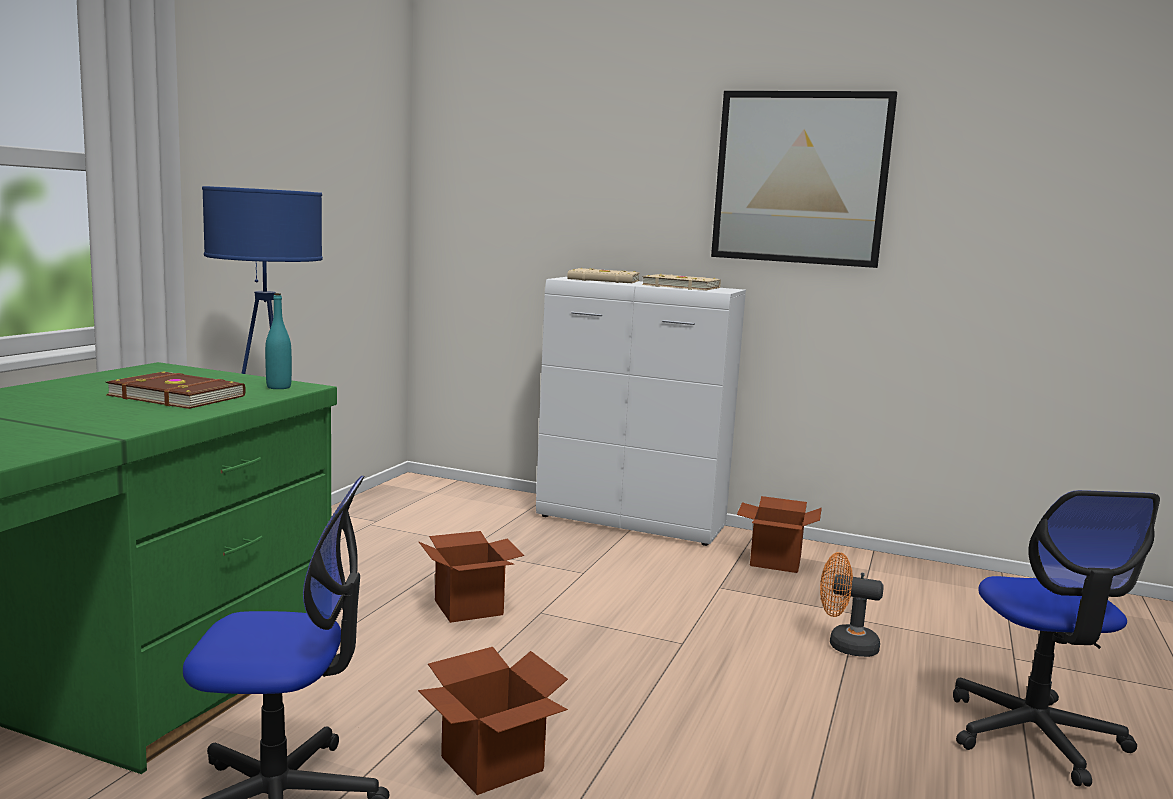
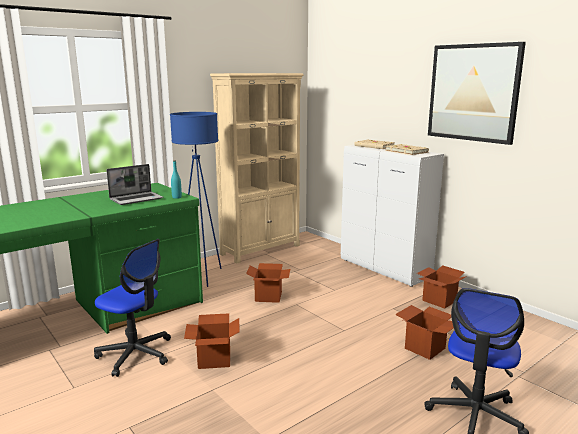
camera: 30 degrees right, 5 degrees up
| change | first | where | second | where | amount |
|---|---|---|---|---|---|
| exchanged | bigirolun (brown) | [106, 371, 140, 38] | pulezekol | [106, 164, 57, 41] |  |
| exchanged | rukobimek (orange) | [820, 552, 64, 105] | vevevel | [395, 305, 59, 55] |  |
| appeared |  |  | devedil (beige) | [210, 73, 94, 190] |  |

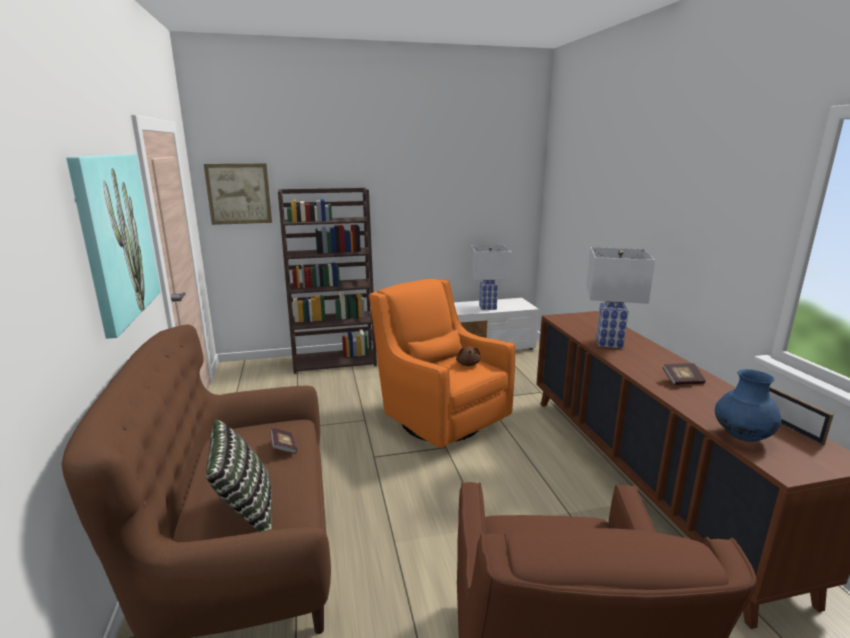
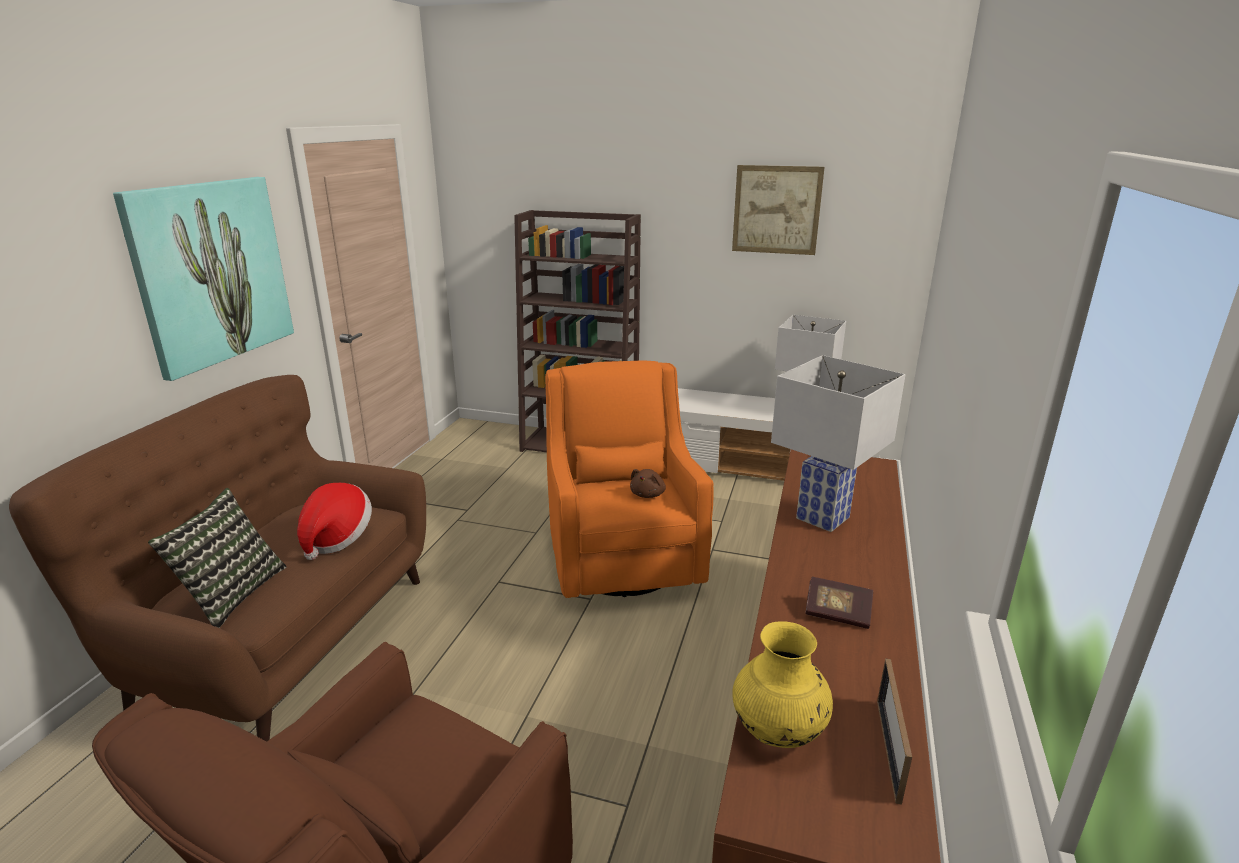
camera: 30 degrees right, 5 degrees up
| change | first | where | second | where | amount |
|---|---|---|---|---|---|
| relocated | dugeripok | [204, 163, 68, 62] |  | [732, 165, 93, 90] |  |
| exchanged | bigirolun | [270, 427, 27, 27] | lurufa | [297, 483, 75, 77] |  |
| colour | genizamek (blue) | [715, 369, 67, 73] | genizamek (yellow) | [732, 621, 101, 127] |  |

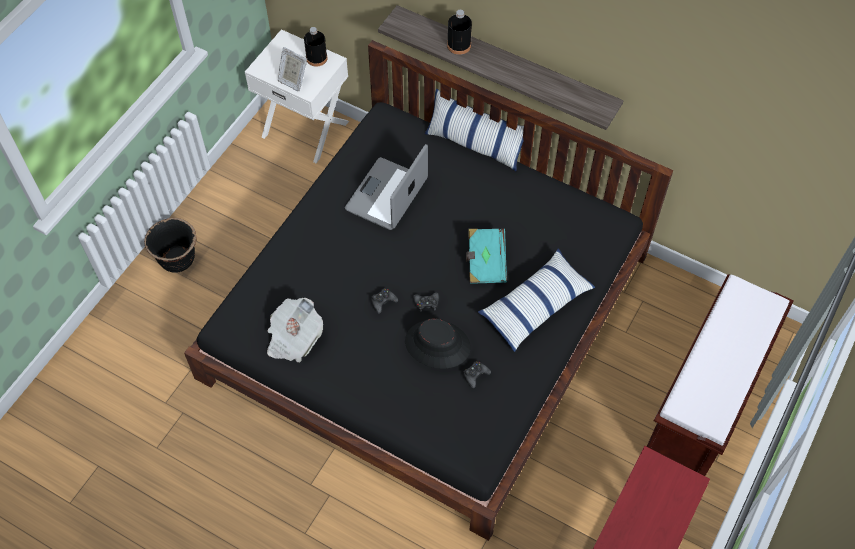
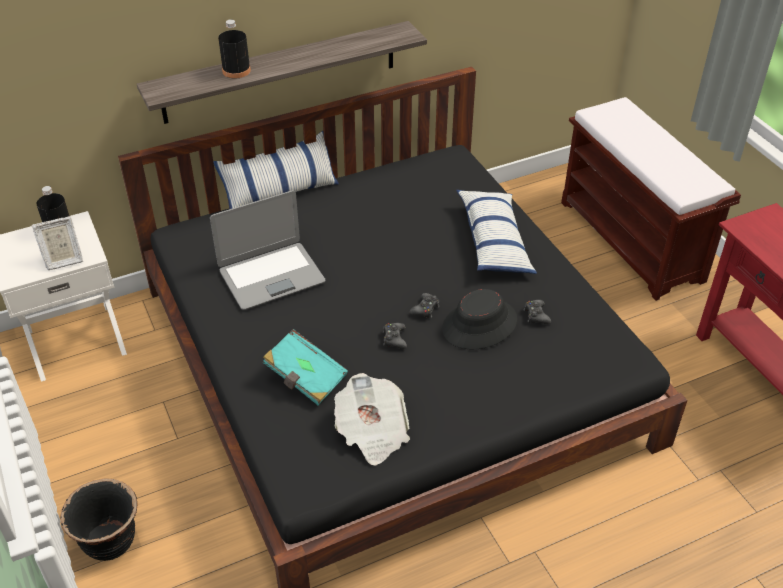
camera: 55 degrees left, 15 degrees down
| change | first | where | second | where | amount |
|---|---|---|---|---|---|
| spun | pulezekol | [345, 144, 83, 86] |  | [210, 190, 116, 120] | 90 degrees counterclockwise |
| relocated | bigirolun (turquoise) | [466, 229, 41, 55] |  | [263, 329, 85, 76] |  |

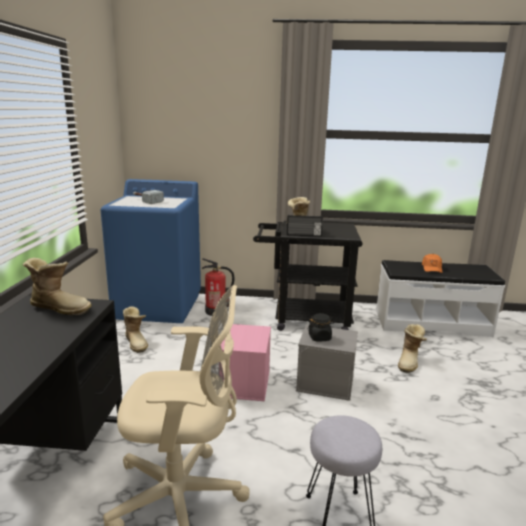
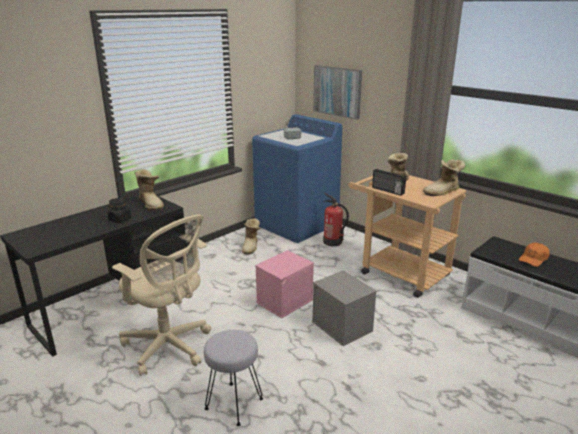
camera: 40 degrees right, 5 degrees up
| change | first | where | second | where | amount |
|---|---|---|---|---|---|
| colour | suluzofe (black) | [253, 221, 109, 110] | suluzofe (beige) | [348, 175, 118, 123] |  |
| relocated | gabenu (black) | [308, 313, 26, 28] |  | [108, 198, 23, 25] |  |
| relocated | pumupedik | [398, 324, 29, 49] |  | [423, 159, 42, 37] |  |
| appeared |  |  | dugeripok | [313, 65, 49, 55] |  |

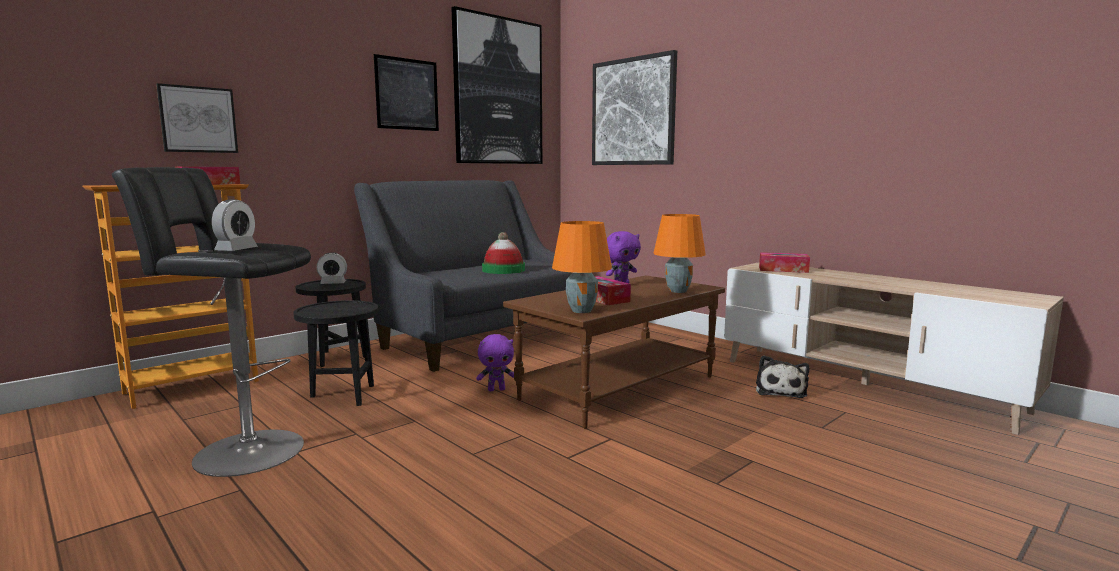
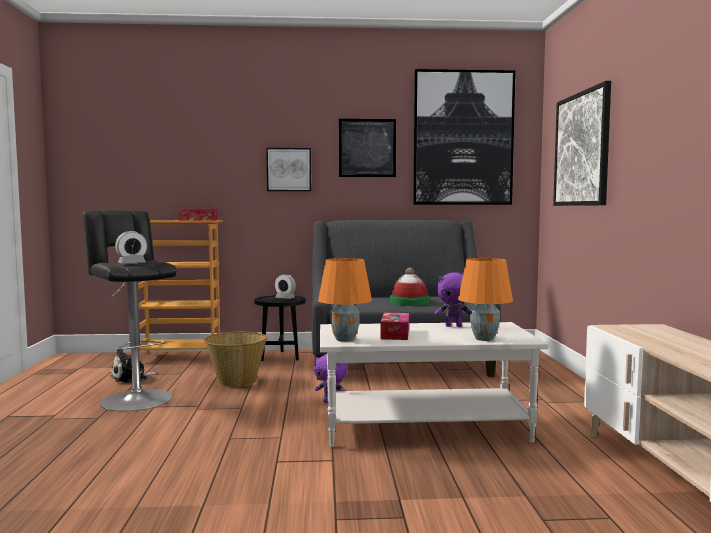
camera: 40 degrees right, 5 degrees down
| change | first | where | second | where | amount |
|---|---|---|---|---|---|
| relocated | dugeripok | [156, 83, 82, 70] |  | [266, 148, 45, 43] |  |
| exchanged | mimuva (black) | [293, 300, 86, 106] | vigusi | [203, 332, 64, 55] |  |
| colour | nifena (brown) | [503, 275, 222, 154] | nifena (white) | [320, 322, 228, 125] |  |
| relocated | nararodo | [756, 355, 53, 43] |  | [111, 350, 46, 33] |  |
| missing | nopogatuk | [759, 252, 51, 21] |  |  |  |

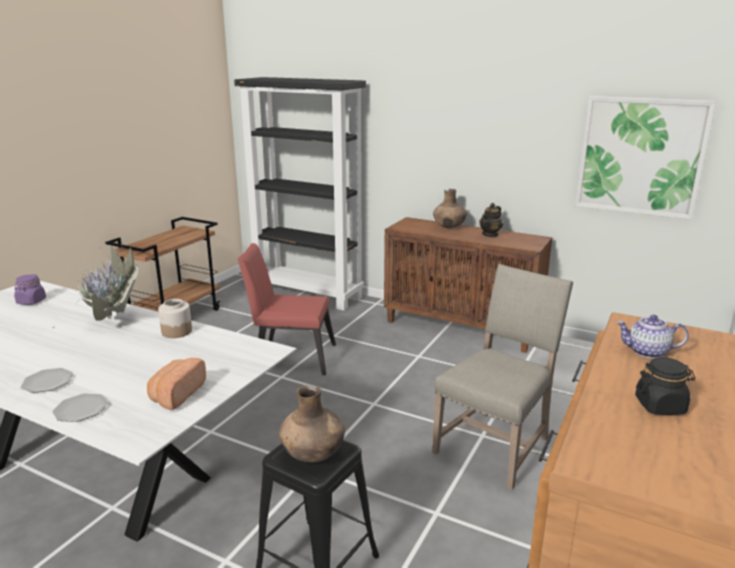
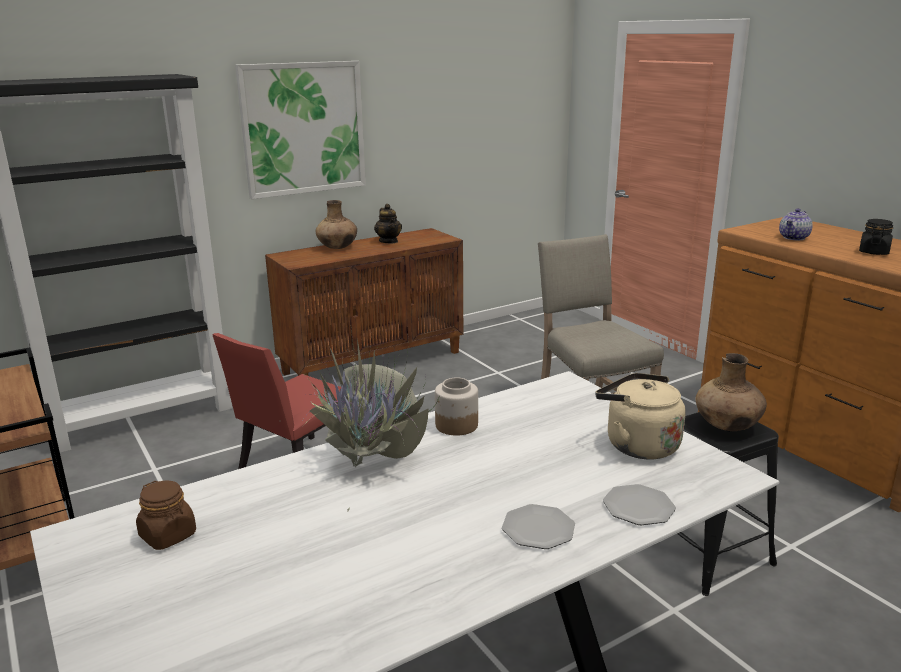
camera: 60 degrees left, 0 degrees up
| change | first | where | second | where | amount |
|---|---|---|---|---|---|
| colour | gabenu (purple) | [14, 274, 32, 31] | gabenu (brown) | [136, 481, 60, 69] |  |
| exchanged | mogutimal | [147, 358, 59, 52] | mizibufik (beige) | [595, 373, 91, 86] |  |
| relocated | dugeripok | [575, 96, 141, 124] |  | [235, 61, 131, 138] |  |

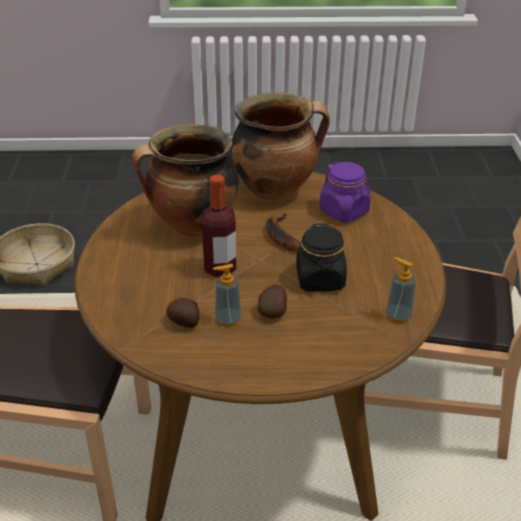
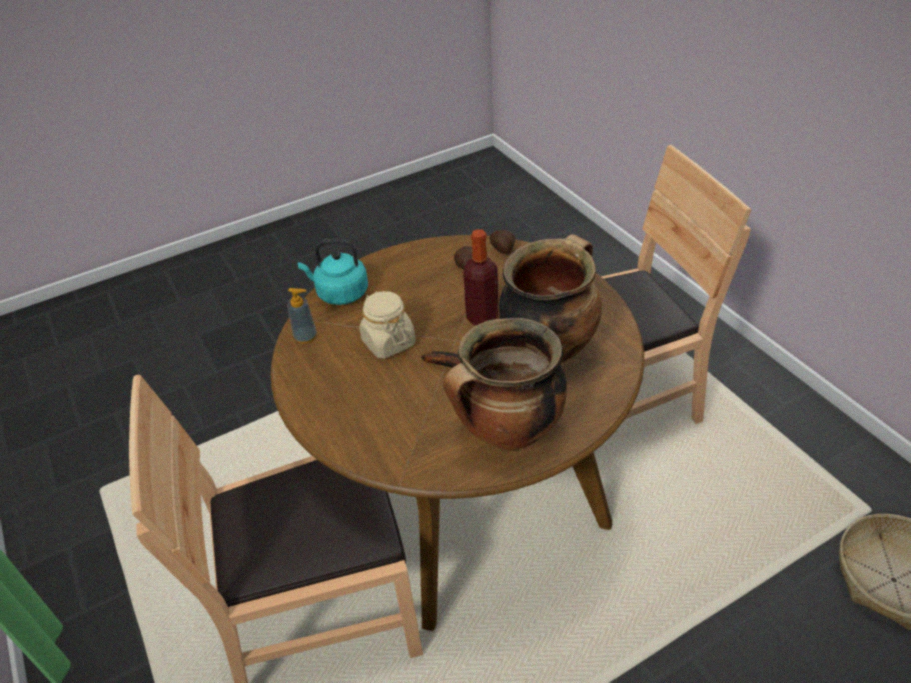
camera: 155 degrees right, 5 degrees up
| change | first | where | second | where | amount |
|---|---|---|---|---|---|
| missing | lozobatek | [213, 264, 28, 63] |  |  |  |
| relocated | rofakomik | [258, 285, 29, 33] |  | [490, 230, 25, 24] |  |
| colour | gabenu (black) | [296, 224, 51, 68] | gabenu (beige) | [359, 291, 57, 68] |  |
| missing | gabenu (purple) | [319, 161, 52, 62] |  |  |  |
| appeared |  |  | mizibufik (turquoise) | [298, 239, 70, 66] |  |

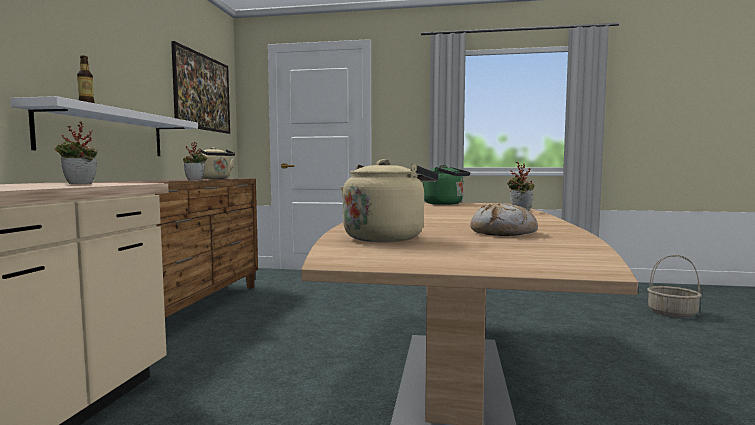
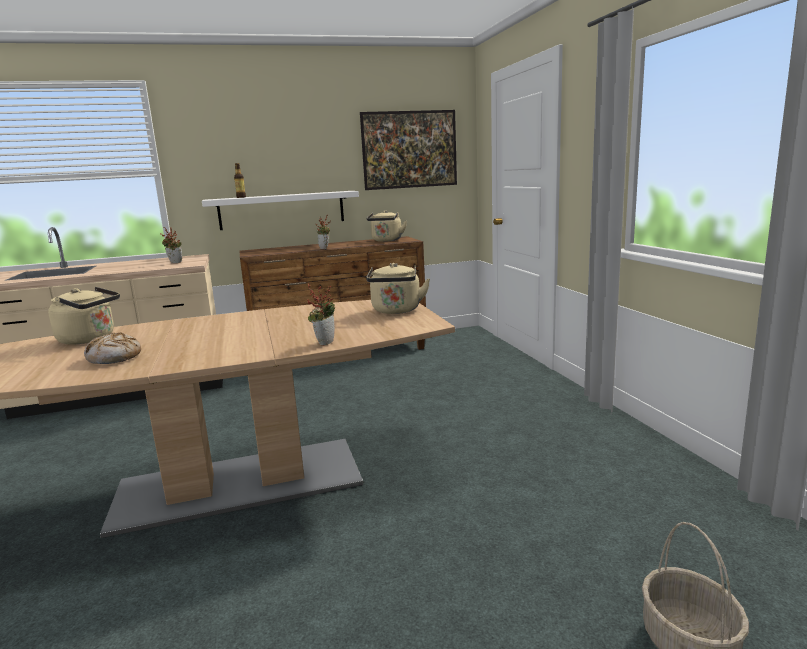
camera: 65 degrees right, 10 degrees up
| change | first | where | second | where | amount |
|---|---|---|---|---|---|
| colour | mizibufik (green) | [423, 165, 48, 40] | mizibufik (beige) | [366, 263, 64, 51] |  |

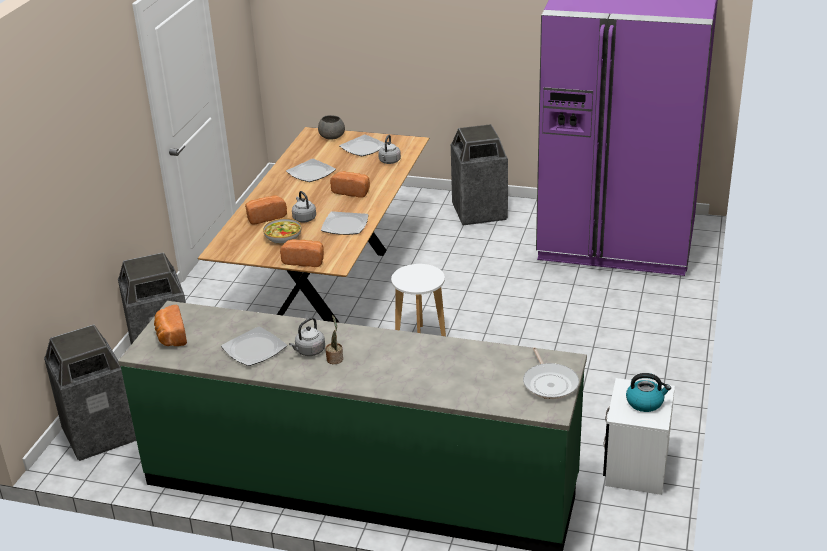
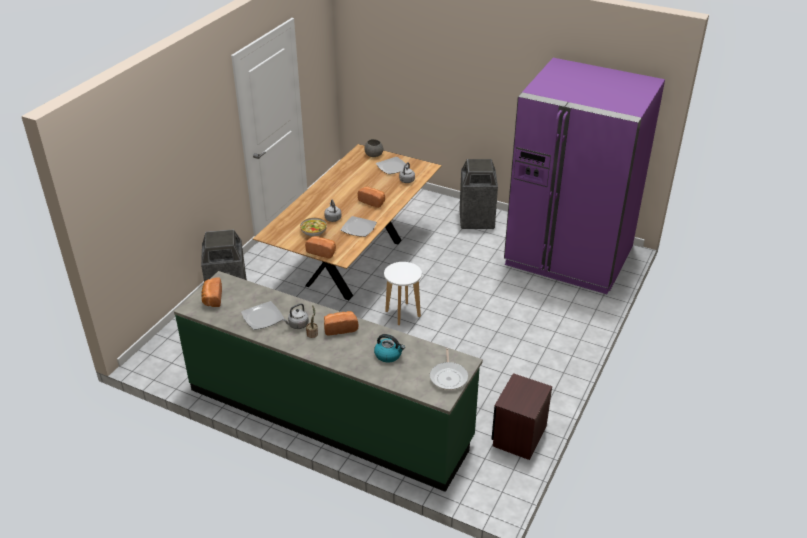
camera: 10 degrees right, 5 degrees up
| change | first | where | second | where | amount |
|---|---|---|---|---|---|
| missing | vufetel | [44, 324, 92, 137] |  |  |  |
| relocated | mogutimal | [245, 195, 42, 30] |  | [324, 311, 34, 25] |  |
| missing | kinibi | [286, 159, 50, 23] |  |  |  |
| colour | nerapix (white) | [603, 378, 72, 117] | nerapix (brown) | [491, 373, 61, 87] |  |
| relocated | mizibufik | [626, 373, 45, 39] |  | [374, 334, 31, 29] |  |

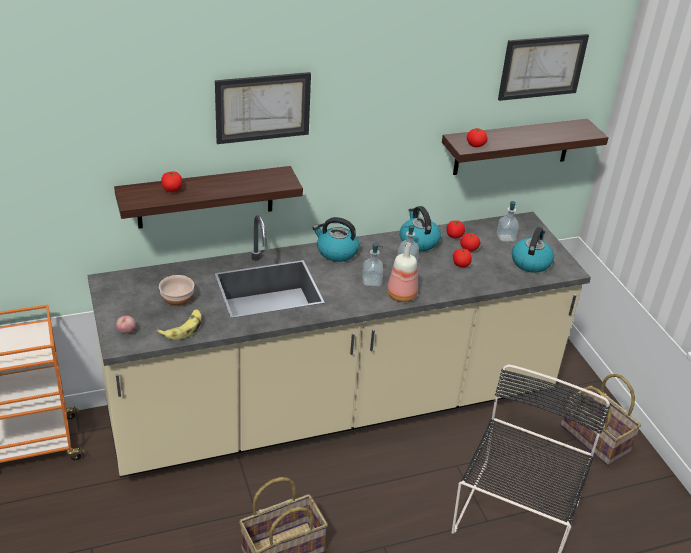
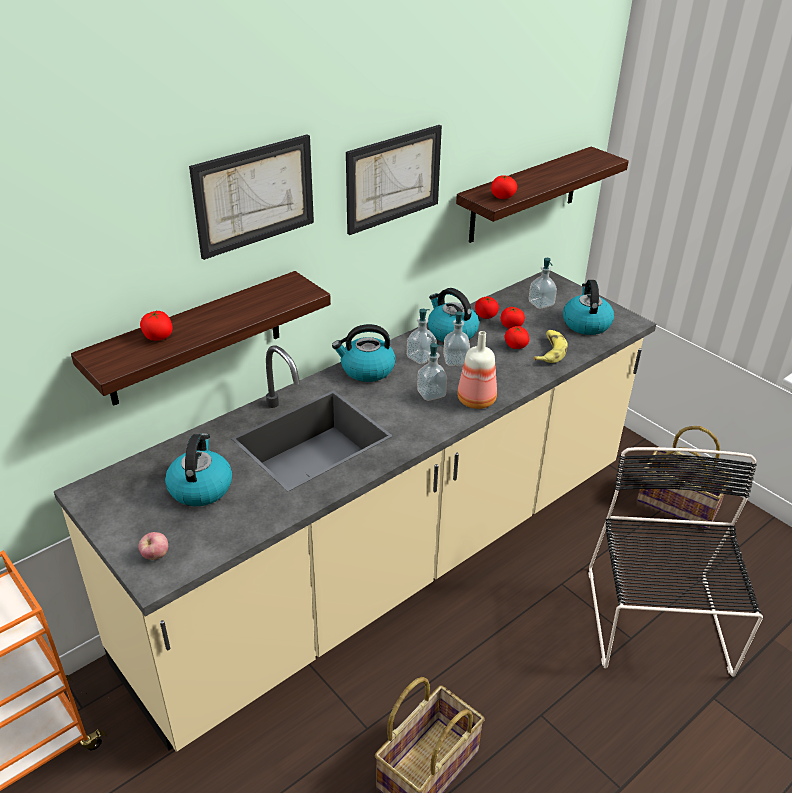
camera: 20 degrees left, 0 degrees up
| change | first | where | second | where | amount |
|---|---|---|---|---|---|
| relocated | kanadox | [157, 309, 45, 31] |  | [533, 330, 35, 33] |  |
| exchanged | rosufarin | [159, 275, 35, 31] | mizibufik | [165, 433, 67, 73] |  |
| relocated | dugeripok | [498, 34, 91, 67] |  | [346, 125, 96, 110] |  |
| appeared |  |  | lozobatek | [407, 309, 30, 56] |  |

